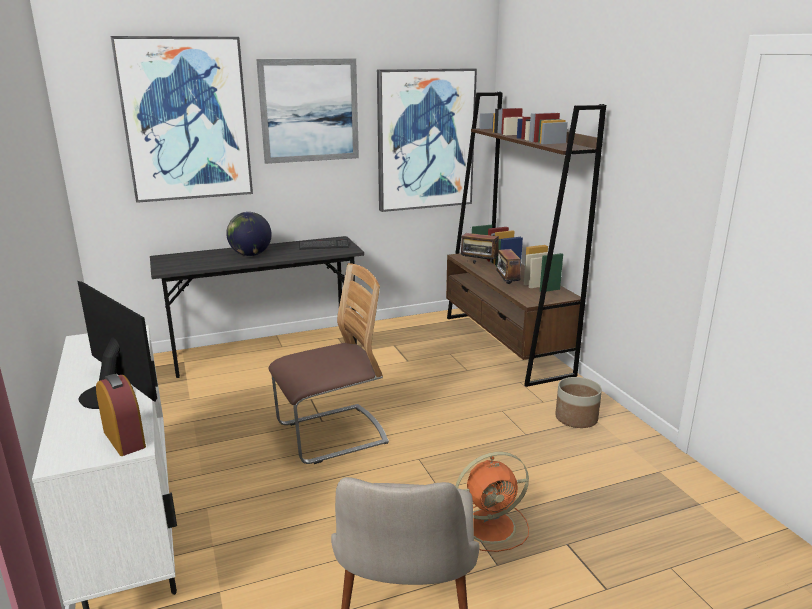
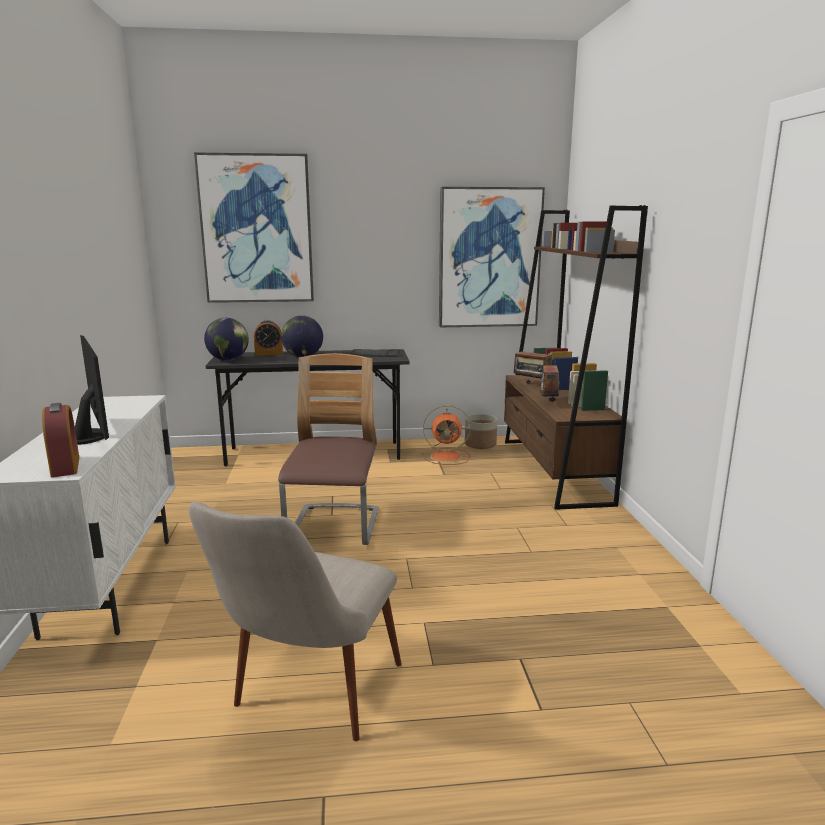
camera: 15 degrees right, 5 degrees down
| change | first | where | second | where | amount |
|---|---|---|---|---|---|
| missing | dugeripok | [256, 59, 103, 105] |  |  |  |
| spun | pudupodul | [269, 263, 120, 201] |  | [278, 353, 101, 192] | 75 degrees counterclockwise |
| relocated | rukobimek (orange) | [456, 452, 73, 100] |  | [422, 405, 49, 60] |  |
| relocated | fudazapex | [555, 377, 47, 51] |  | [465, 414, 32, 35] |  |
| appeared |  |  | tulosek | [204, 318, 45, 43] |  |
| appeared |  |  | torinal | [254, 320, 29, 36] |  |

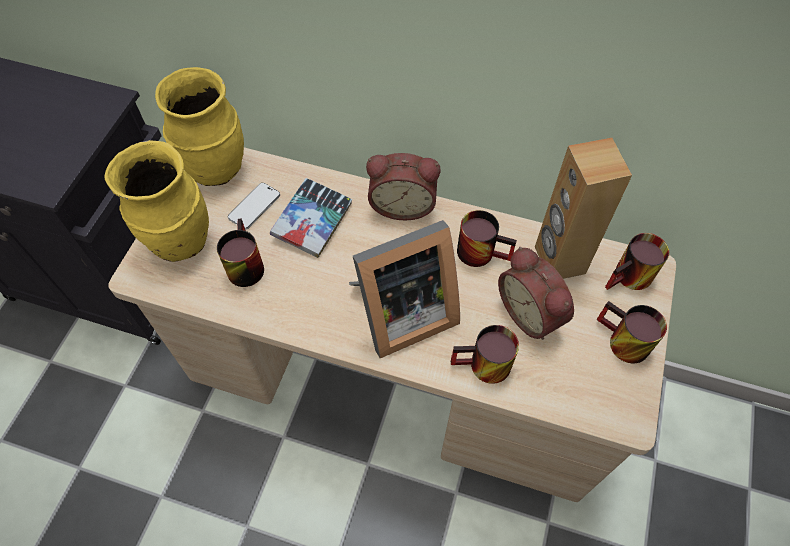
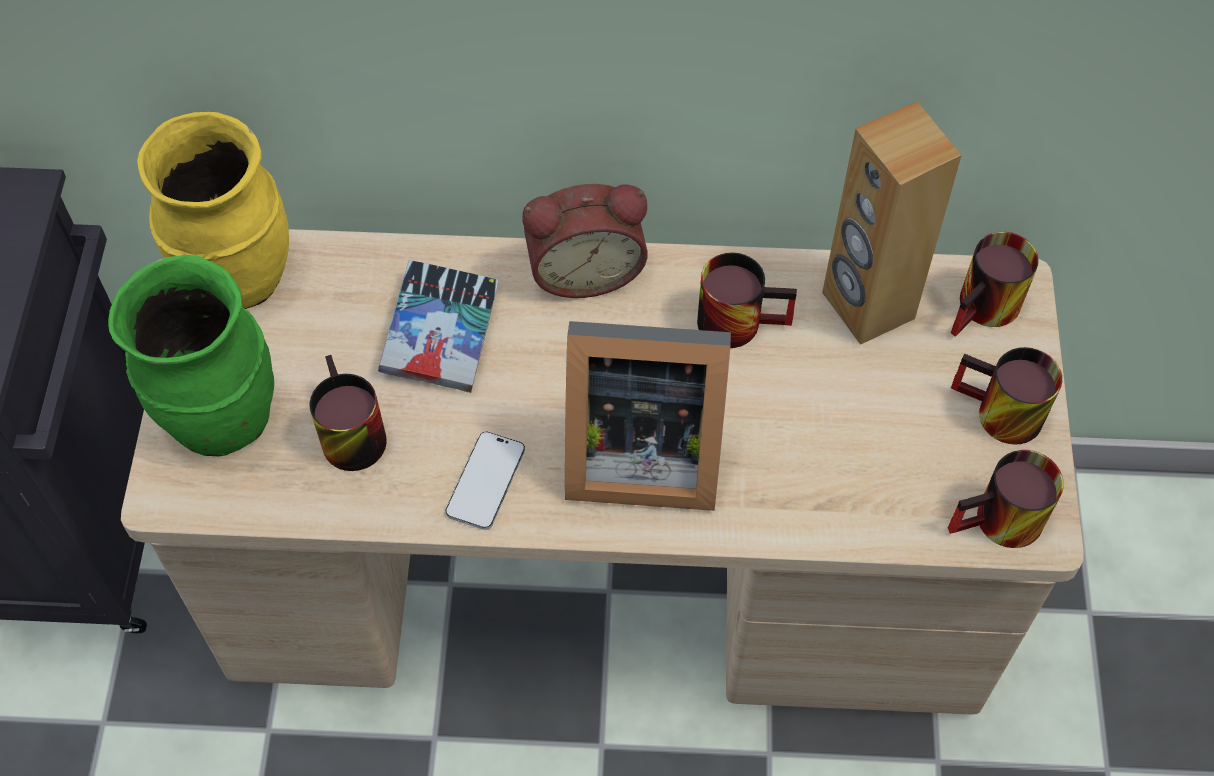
camera: 15 degrees left, 0 degrees up
| change | first | where | second | where | amount |
|---|---|---|---|---|---|
| colour | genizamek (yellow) | [105, 140, 104, 122] | genizamek (green) | [108, 255, 166, 201] |  |
| relocated | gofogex | [228, 183, 52, 47] |  | [446, 432, 79, 98] |  |
| spun | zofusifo | [349, 220, 111, 138] |  | [565, 321, 166, 190] | 45 degrees clockwise |
| relocated | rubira | [451, 325, 68, 59] |  | [948, 450, 116, 98] |  |
| missing | torinal | [498, 247, 76, 93] |  |  |  |

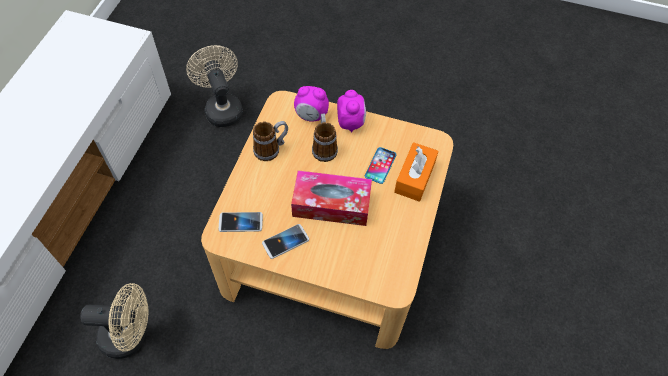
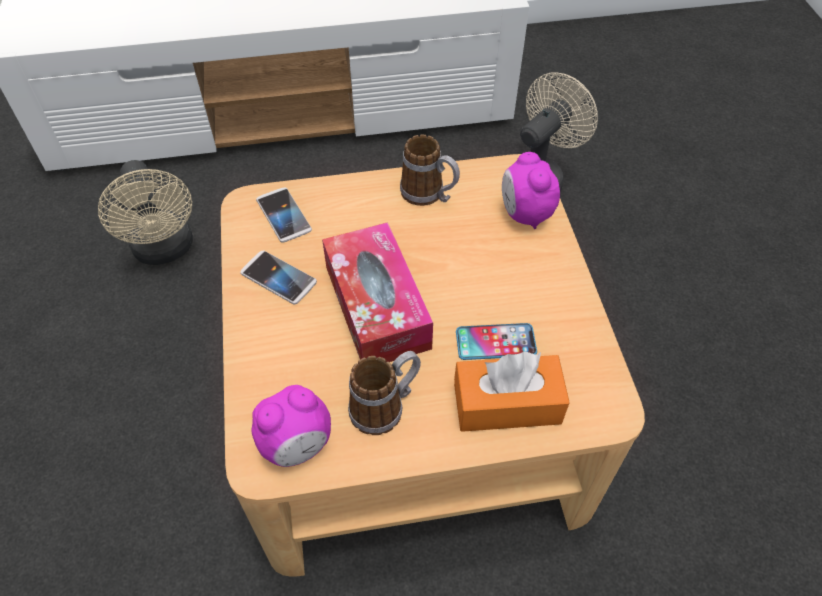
camera: 65 degrees right, 5 degrees down
| change | first | where | second | where | amount |
|---|---|---|---|---|---|
| relocated | rubira | [312, 113, 26, 49] |  | [348, 351, 73, 84] |  |
| relocated | torinal | [337, 90, 29, 43] |  | [252, 385, 79, 82] |  |

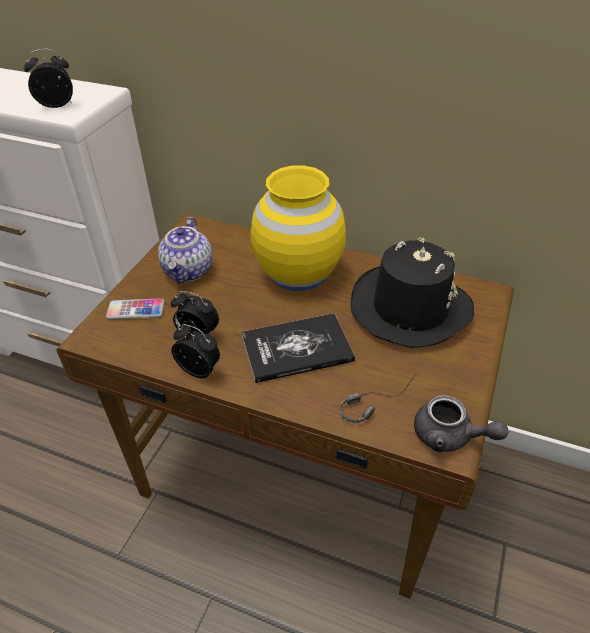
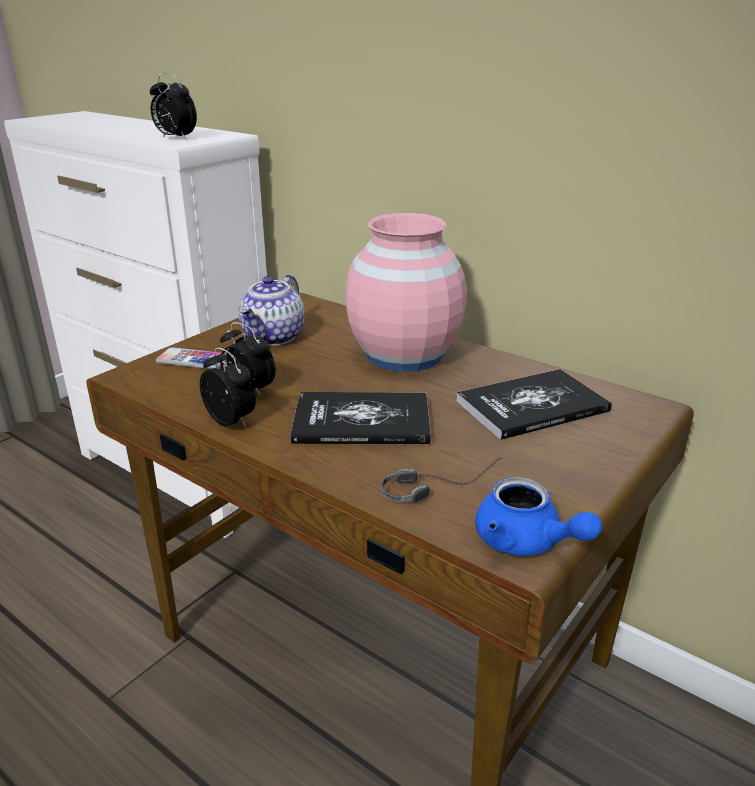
camera: 15 degrees right, 15 degrees down
| change | first | where | second | where | amount |
|---|---|---|---|---|---|
| spun | torinal | [24, 49, 49, 59] |  | [150, 73, 47, 67] | 150 degrees counterclockwise |
| colour | genizamek (yellow) | [251, 165, 95, 126] | genizamek (pink) | [345, 213, 122, 159] |  |
| exchanged | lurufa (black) | [350, 237, 124, 111] | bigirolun | [456, 369, 156, 71] |  |
| colour | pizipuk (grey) | [414, 395, 94, 57] | pizipuk (blue) | [475, 477, 127, 79] |  |

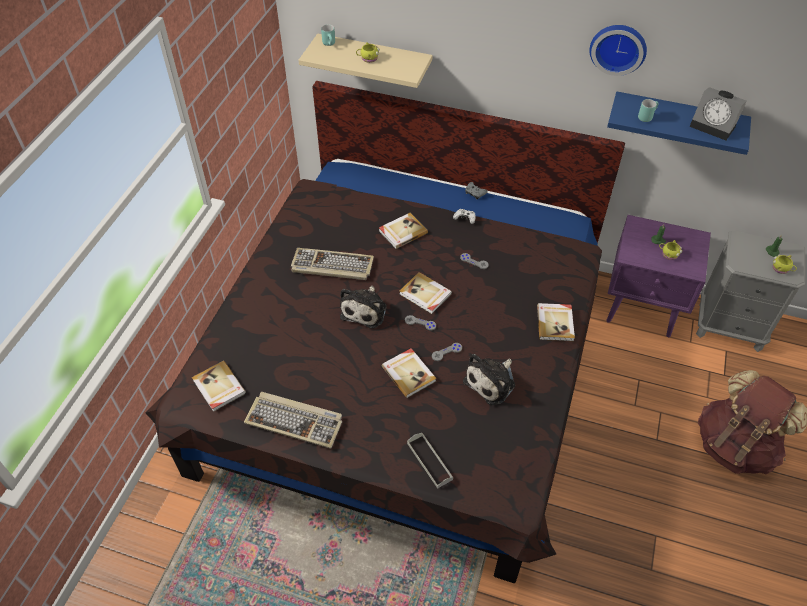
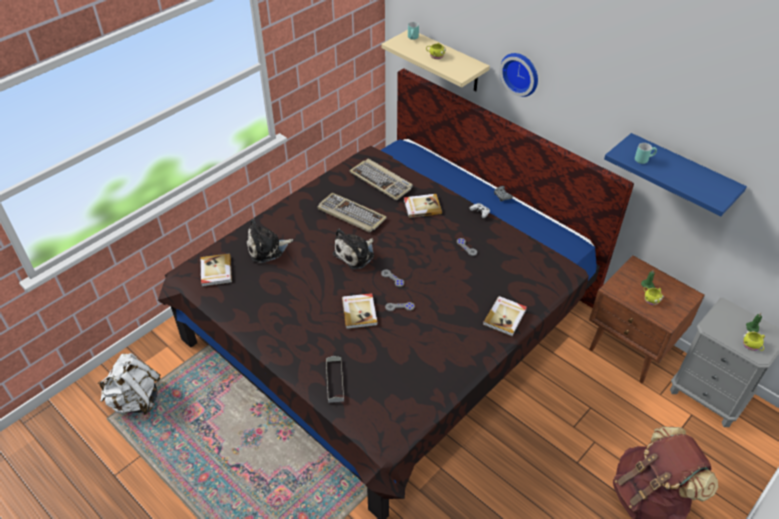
camera: 25 degrees right, 5 degrees down
| change | first | where | second | where | amount |
|---|---|---|---|---|---|
| relocated | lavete | [244, 392, 98, 57] |  | [349, 159, 64, 42] |  |
| missing | bigirolun | [399, 272, 53, 42] |  |  |  |
| relocated | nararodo | [463, 354, 52, 51] |  | [247, 219, 46, 44] |  |
| relocated | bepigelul | [589, 25, 58, 51] |  | [499, 53, 39, 44] |  |
| colour | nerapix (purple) | [606, 215, 105, 122] | nerapix (brown) | [589, 256, 116, 127] |  |
| missing | torinal | [689, 87, 58, 53] |  |  |  |
| appeared |  |  | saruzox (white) | [98, 353, 62, 62] |  |

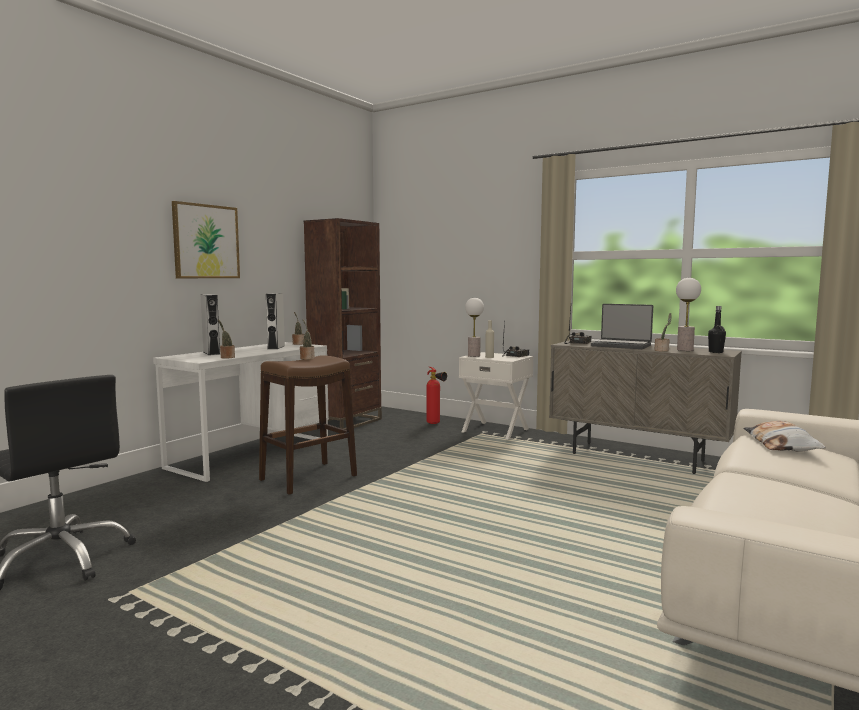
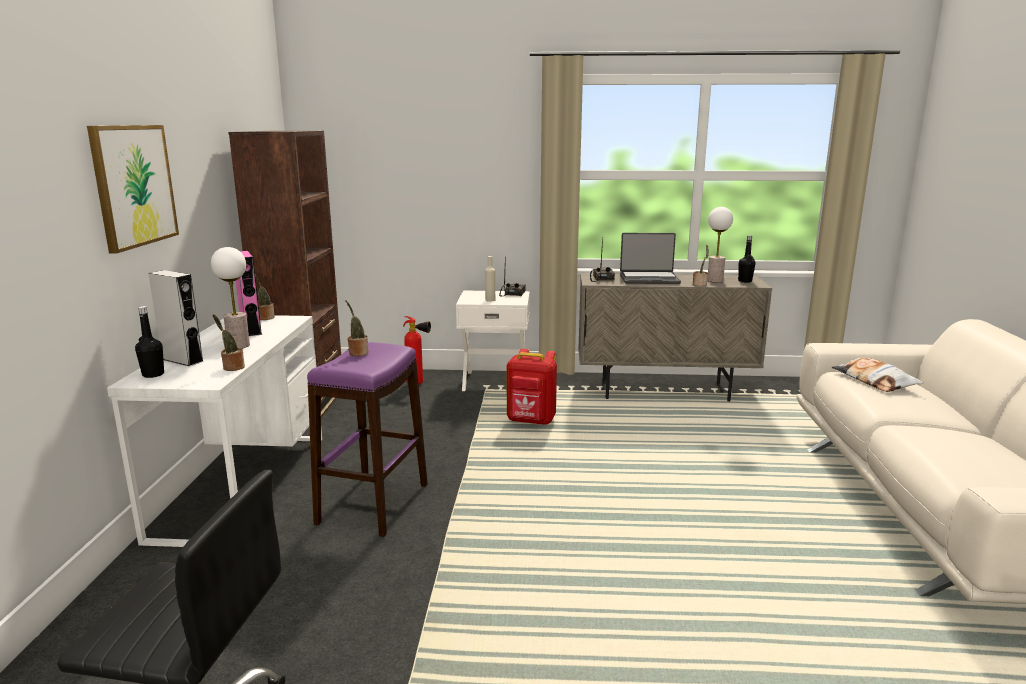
camera: 30 degrees left, 10 degrees up
| change | first | where | second | where | amount |
|---|---|---|---|---|---|
| colour | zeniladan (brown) | [259, 355, 98, 140] | zeniladan (purple) | [307, 342, 121, 195] |  |
| colour | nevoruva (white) | [266, 293, 19, 56] | nevoruva (pink) | [236, 251, 26, 85] |  |
| relocated | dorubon | [465, 298, 19, 59] |  | [211, 247, 39, 102] |  |
| appeared |  |  | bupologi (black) | [135, 306, 29, 72] |  |
| appeared |  |  | saruzox (red) | [507, 349, 50, 76] |  |

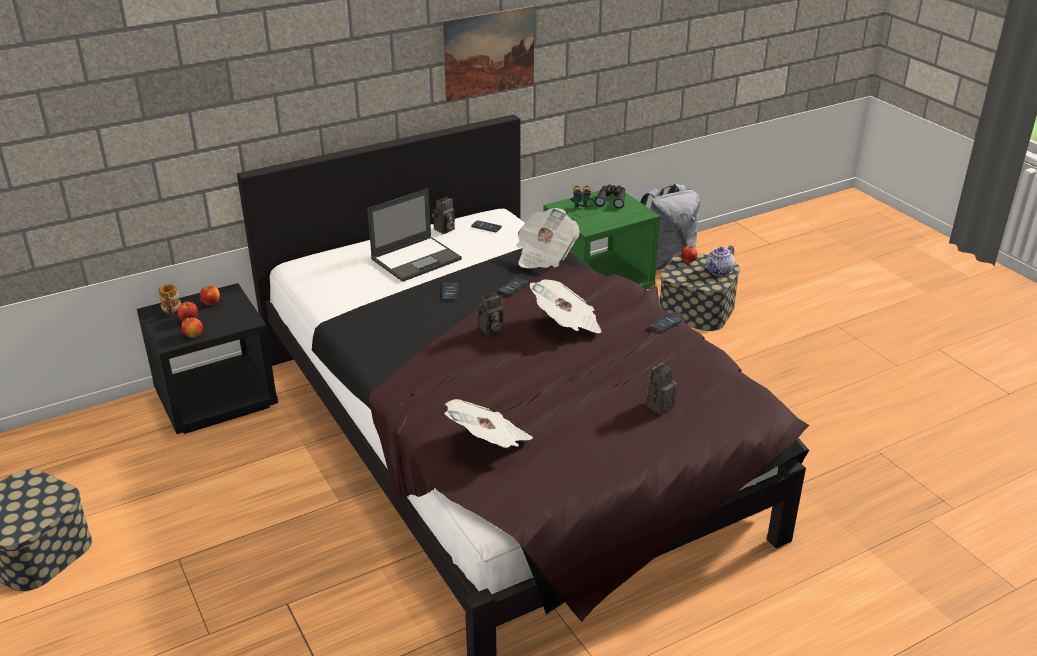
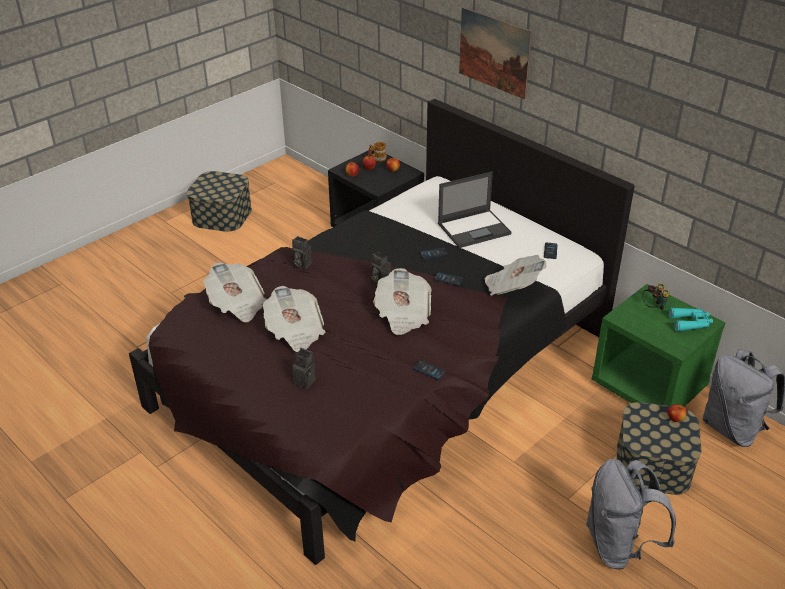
camera: 75 degrees right, 5 degrees up
| change | first | where | second | where | amount |
|---|---|---|---|---|---|
| spun | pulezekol | [367, 189, 95, 93] |  | [438, 171, 74, 77] | 60 degrees counterclockwise |
| relocated | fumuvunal | [432, 197, 23, 37] |  | [292, 236, 21, 34] |  |
| relocated | dugeripok | [442, 6, 92, 96] |  | [459, 7, 73, 92] |  |
| colour | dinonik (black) | [595, 184, 30, 25] | dinonik (turquoise) | [669, 307, 44, 25] |  |
| missing | pizipuk | [706, 245, 29, 31] |  |  |  |
| appeared |  |  | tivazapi | [263, 286, 62, 66] |  |
| appeared |  |  | saruzox (grey) | [586, 459, 90, 110] |  |

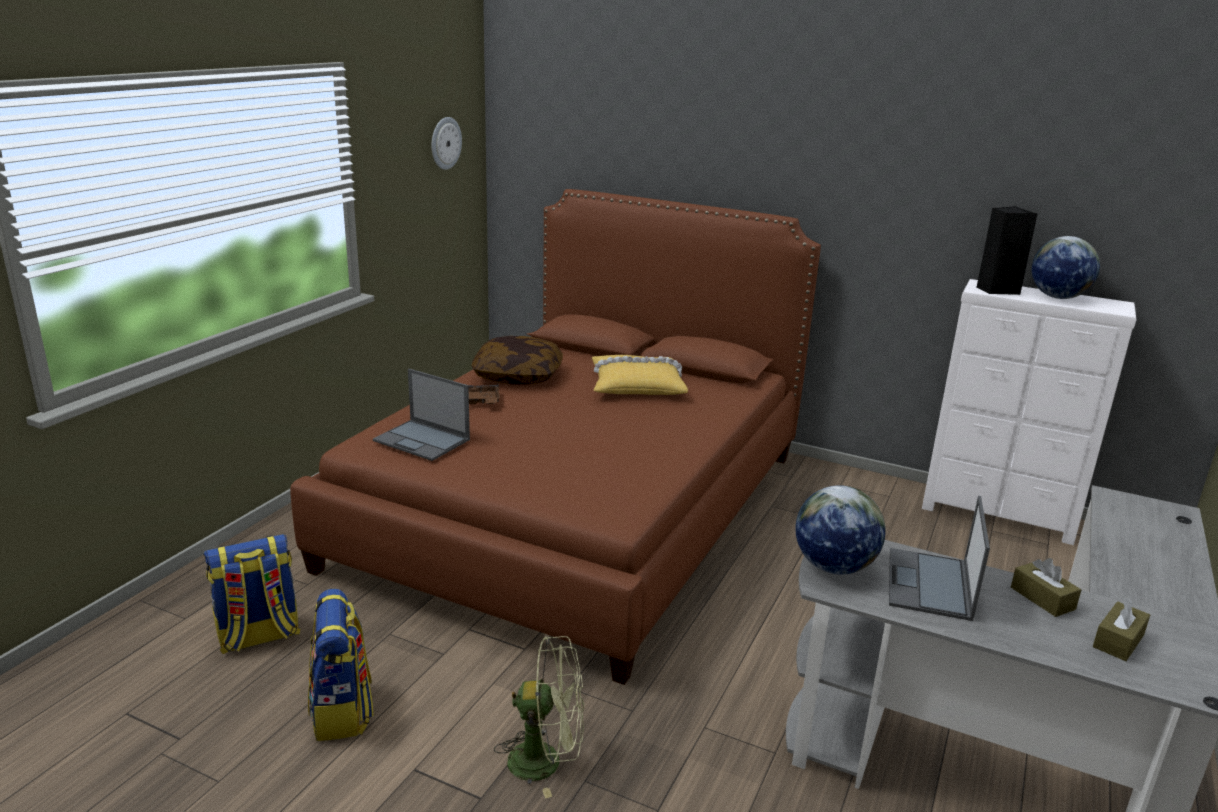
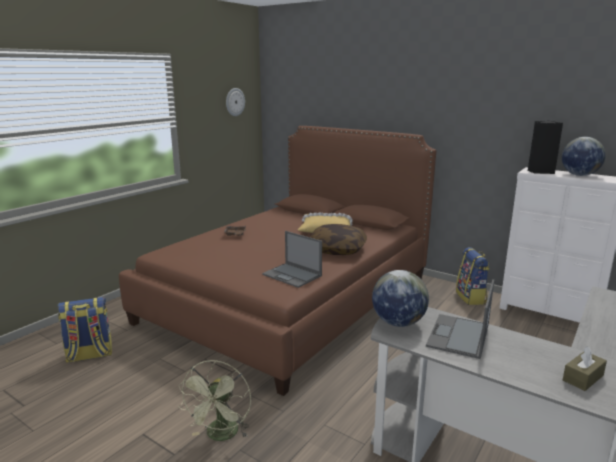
camera: 10 degrees right, 5 degrees down
| change | first | where | second | where | amount |
|---|---|---|---|---|---|
| relocated | saruzox | [308, 589, 65, 152] |  | [456, 247, 34, 58] |  |
| relocated | pulezekol | [373, 369, 97, 92] |  | [262, 231, 60, 57] |  |
| relocated | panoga | [472, 336, 91, 48] |  | [310, 224, 57, 31] |  |
| spun | rukobimek (green) | [494, 636, 90, 163] |  | [178, 360, 73, 81] | 90 degrees clockwise |
| missing | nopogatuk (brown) | [1011, 558, 70, 59] |  |  |  |

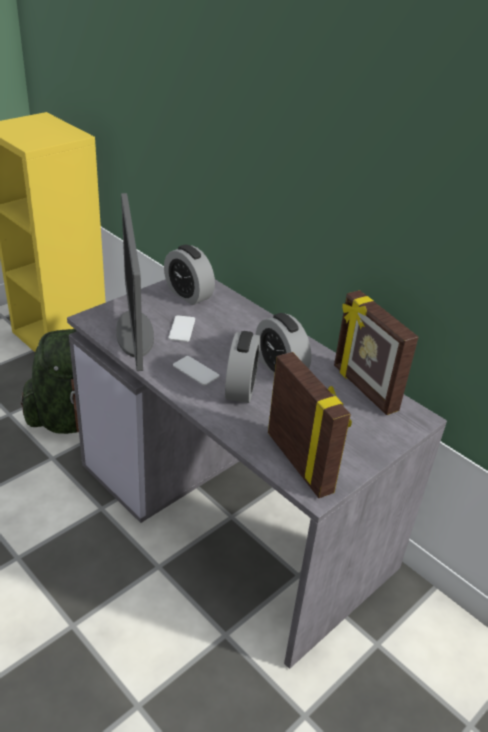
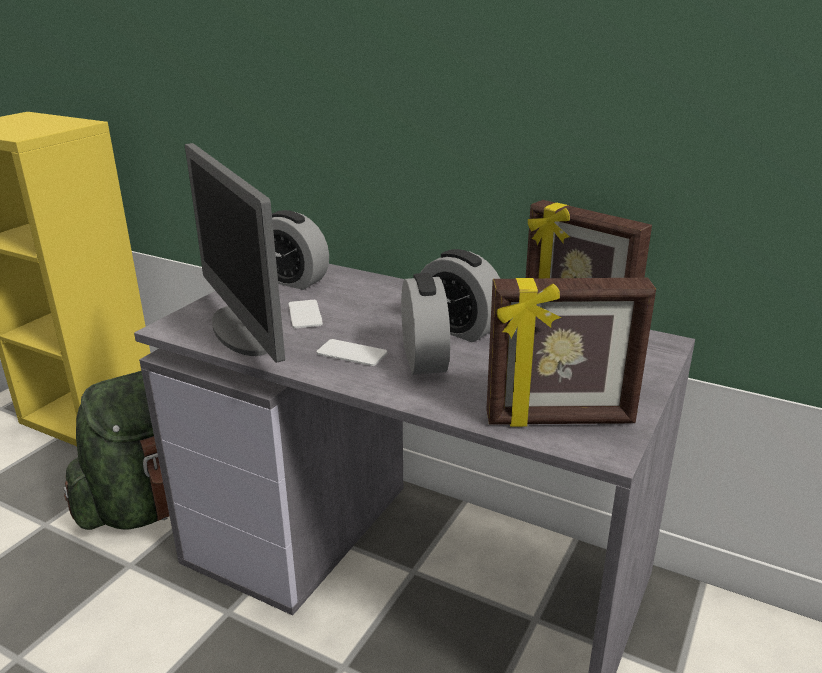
camera: 15 degrees left, 10 degrees down
| change | first | where | second | where | amount |
|---|---|---|---|---|---|
| spun | zofusifo | [268, 352, 84, 146] |  | [486, 278, 170, 149] | 135 degrees clockwise |

